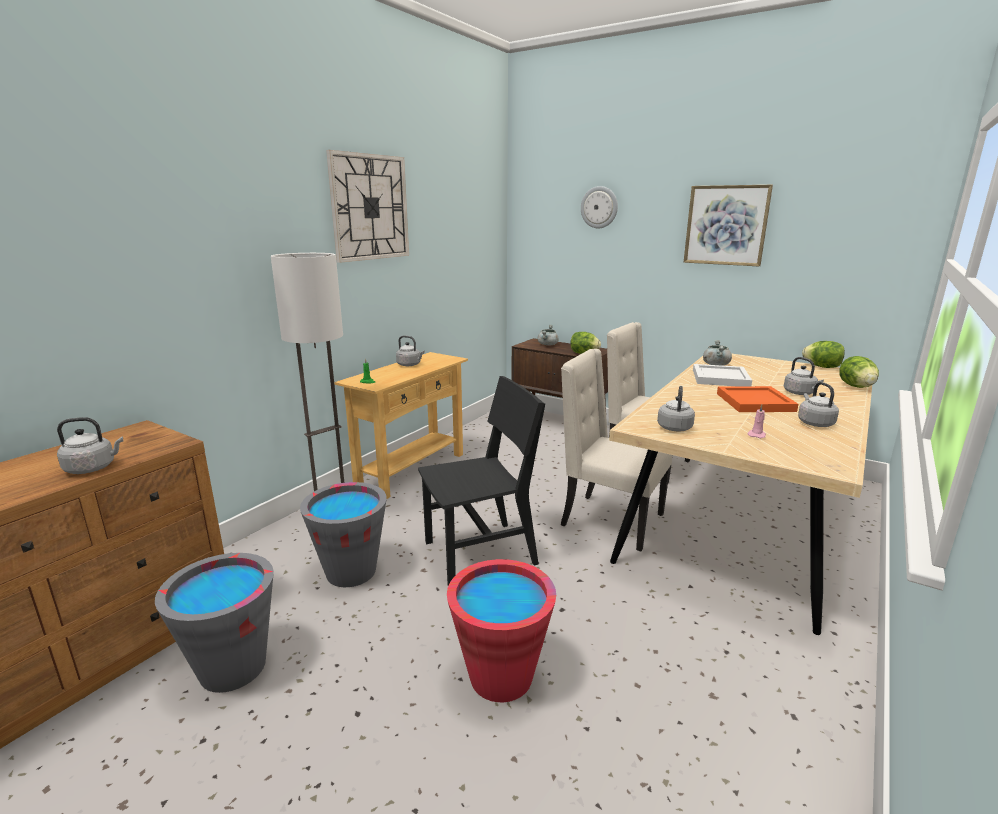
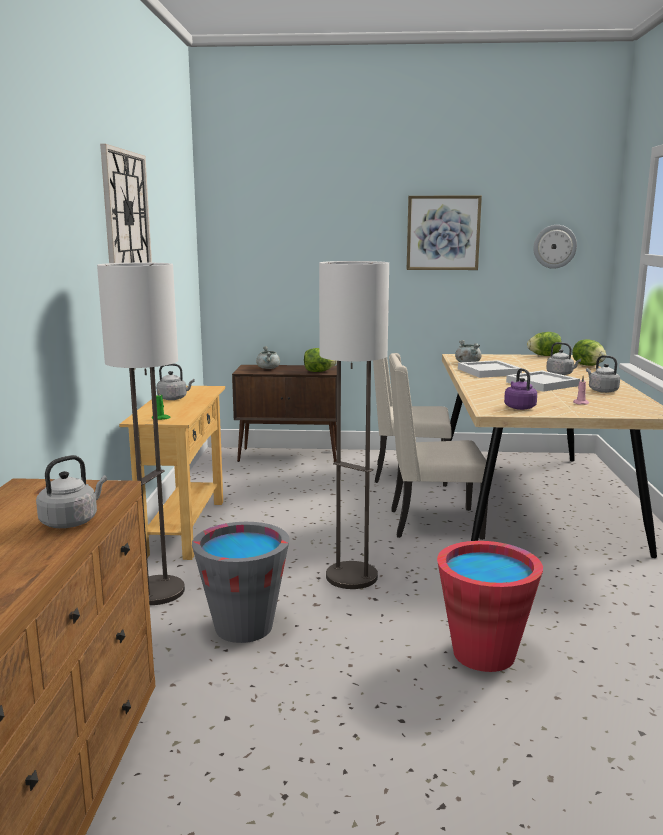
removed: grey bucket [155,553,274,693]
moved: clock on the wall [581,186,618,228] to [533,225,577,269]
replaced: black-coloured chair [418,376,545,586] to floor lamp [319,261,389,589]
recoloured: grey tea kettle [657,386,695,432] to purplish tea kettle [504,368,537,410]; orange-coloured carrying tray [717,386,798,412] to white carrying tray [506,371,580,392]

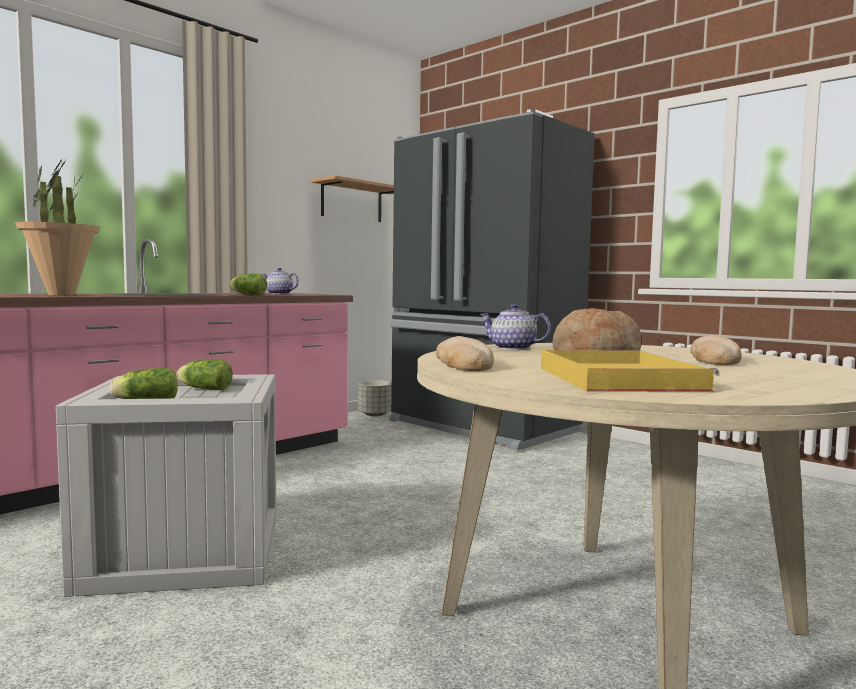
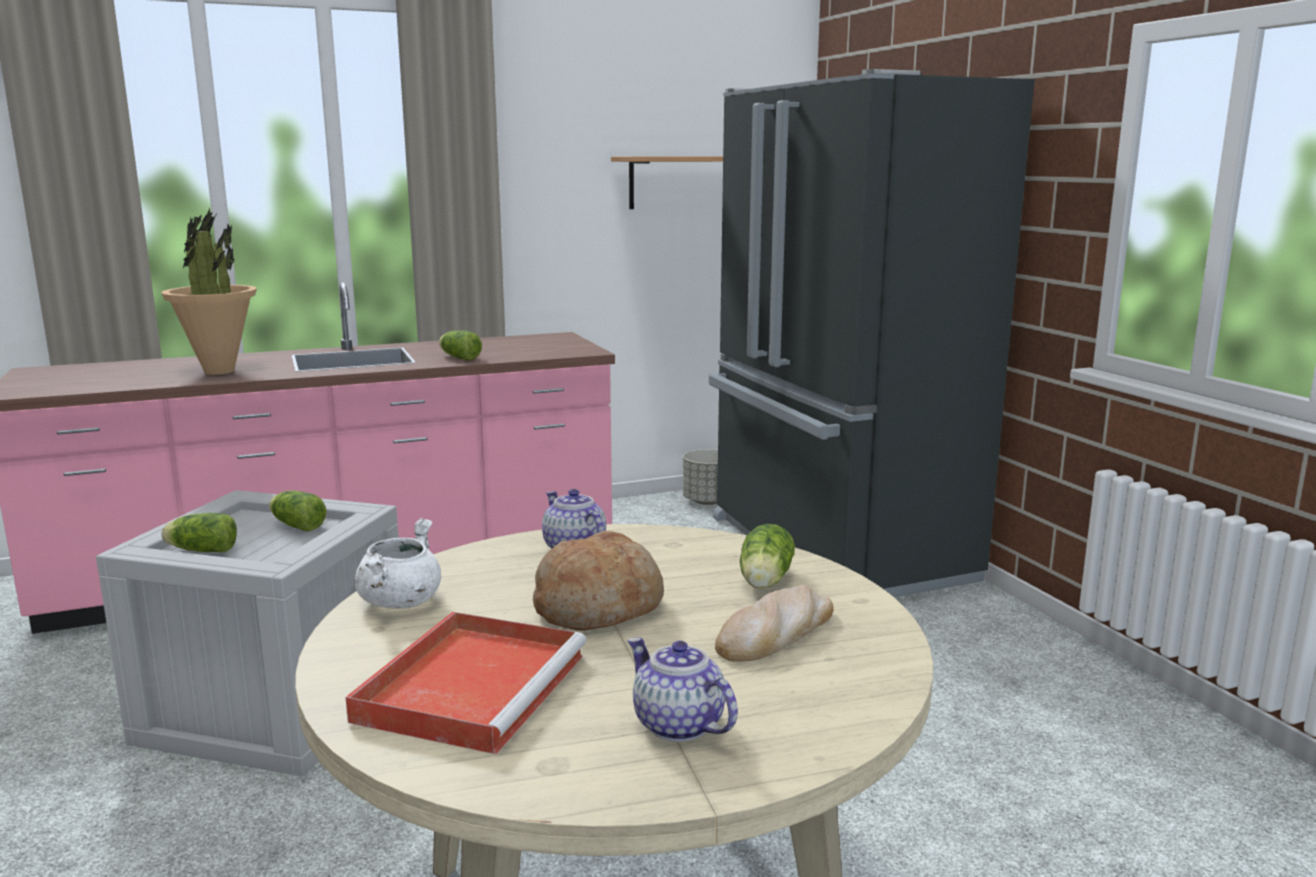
added: head of lettuce [740,524,795,589]
moved: teapot [261,268,299,294] to [628,637,738,742]
replaced: bakery bread [436,336,494,371] to white saucepot [355,518,441,609]
recoloured: yellow-coloured carrying tray [541,350,719,392] to red-coloured carrying tray [345,612,587,754]

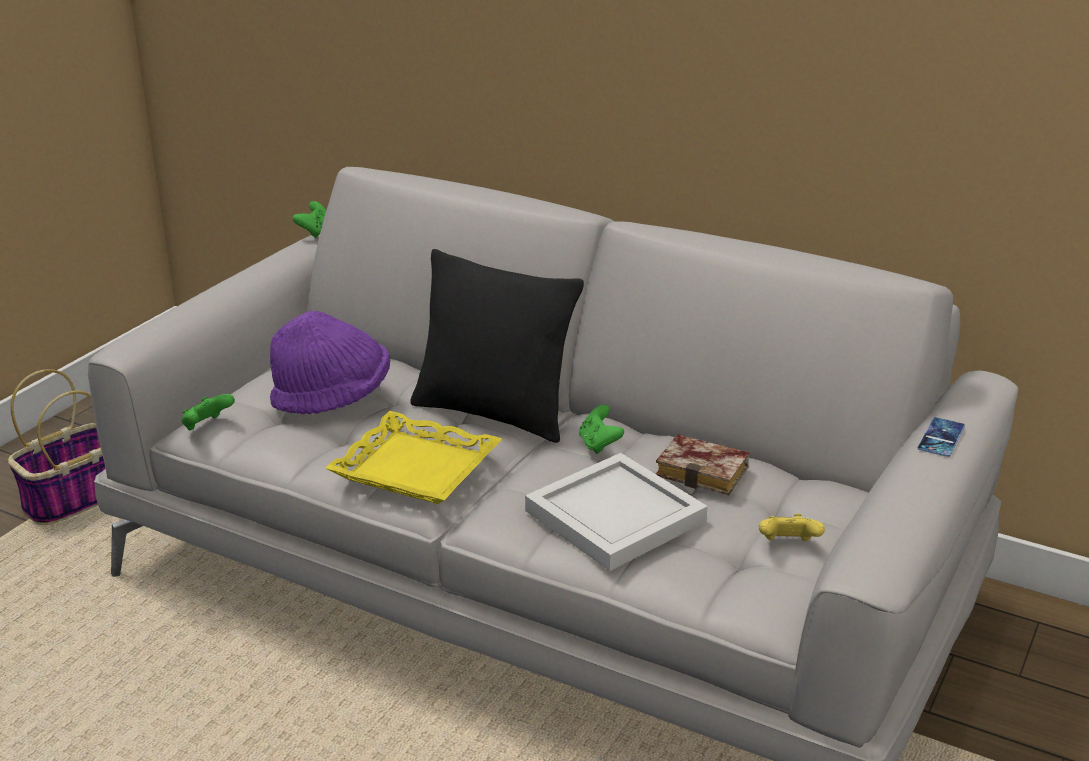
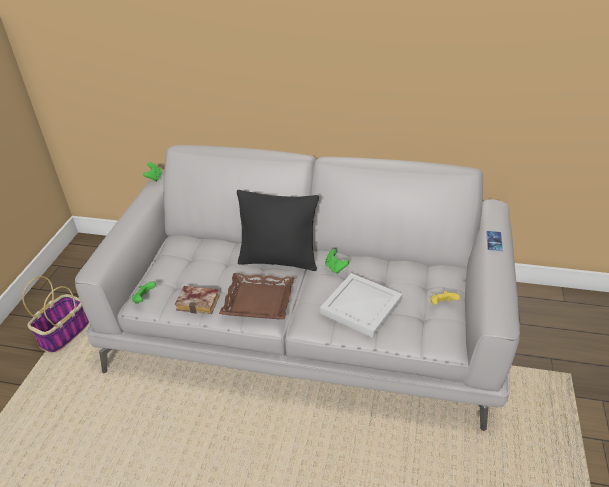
removed: purplish clothing hat [270,311,390,414]
moved: volume [656,434,749,495] to [175,286,220,314]
recoloured: yellow-coloured carrying tray [325,411,502,504] to brown carrying tray [219,273,295,319]

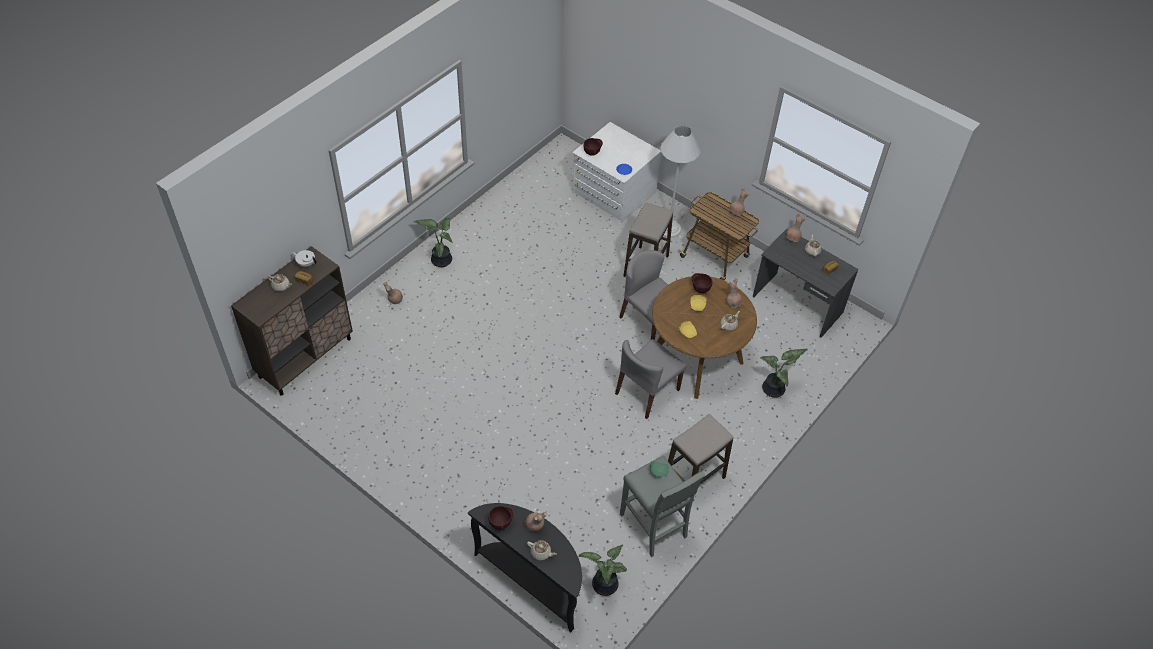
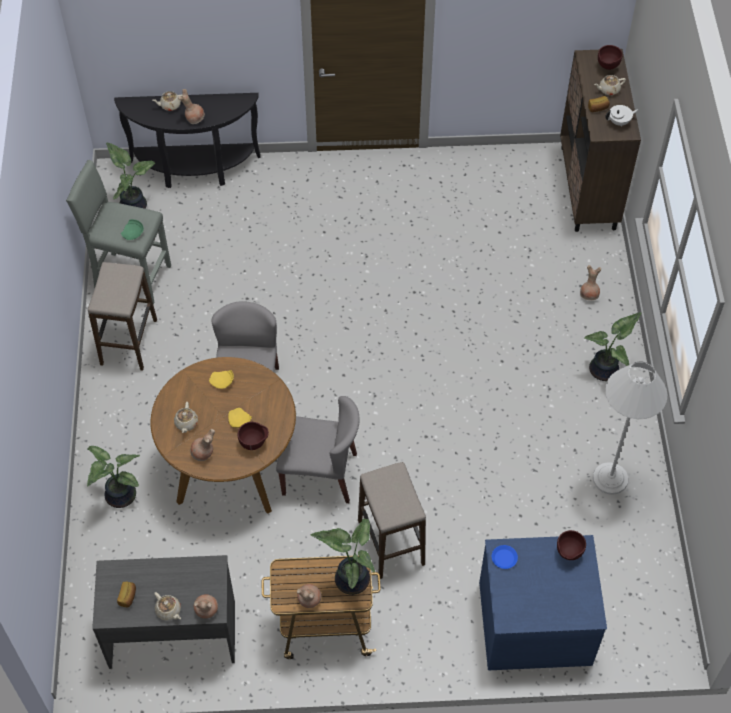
added: houseplant [311,518,375,595]
moved: brown bowl [488,506,514,530] to [598,45,622,70]; white floor lamp [661,126,700,237] to [593,361,667,494]
recoloured: white chest of drawers [572,122,661,223] to blue-coloured chest of drawers [479,535,607,670]

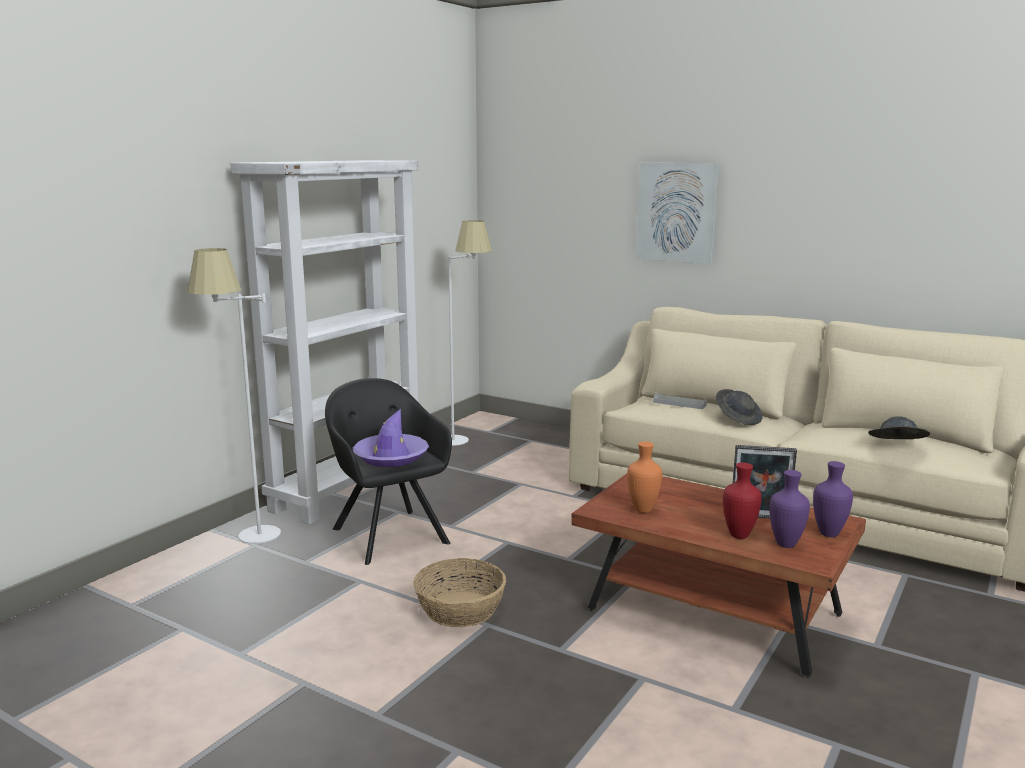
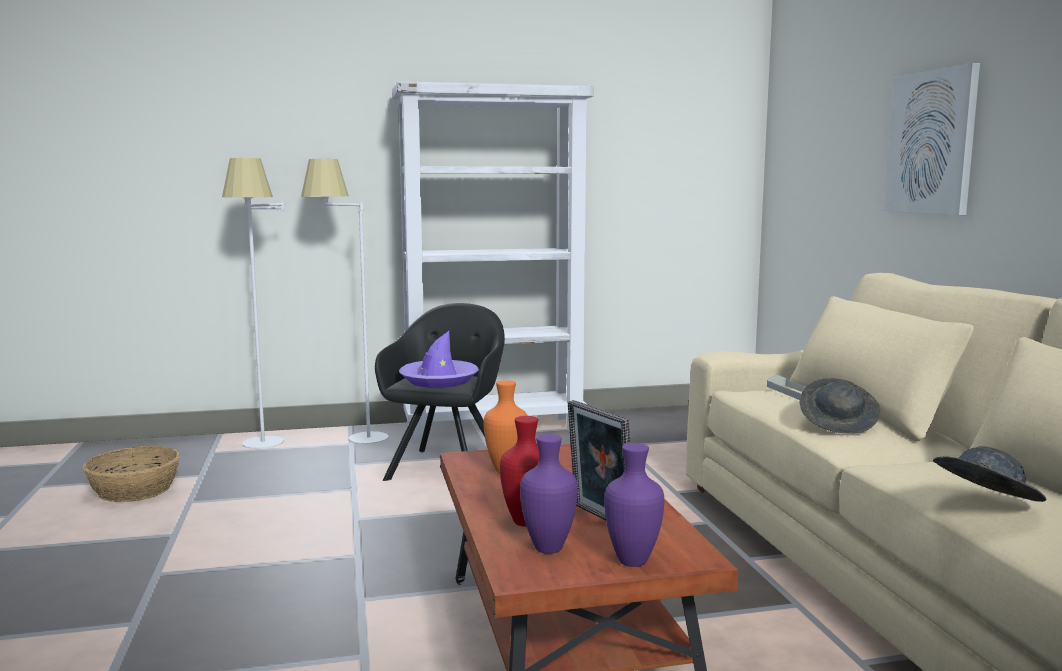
moved: storage basket [413,558,506,627] to [83,446,180,502]; white floor lamp [448,220,492,446] to [222,158,284,449]

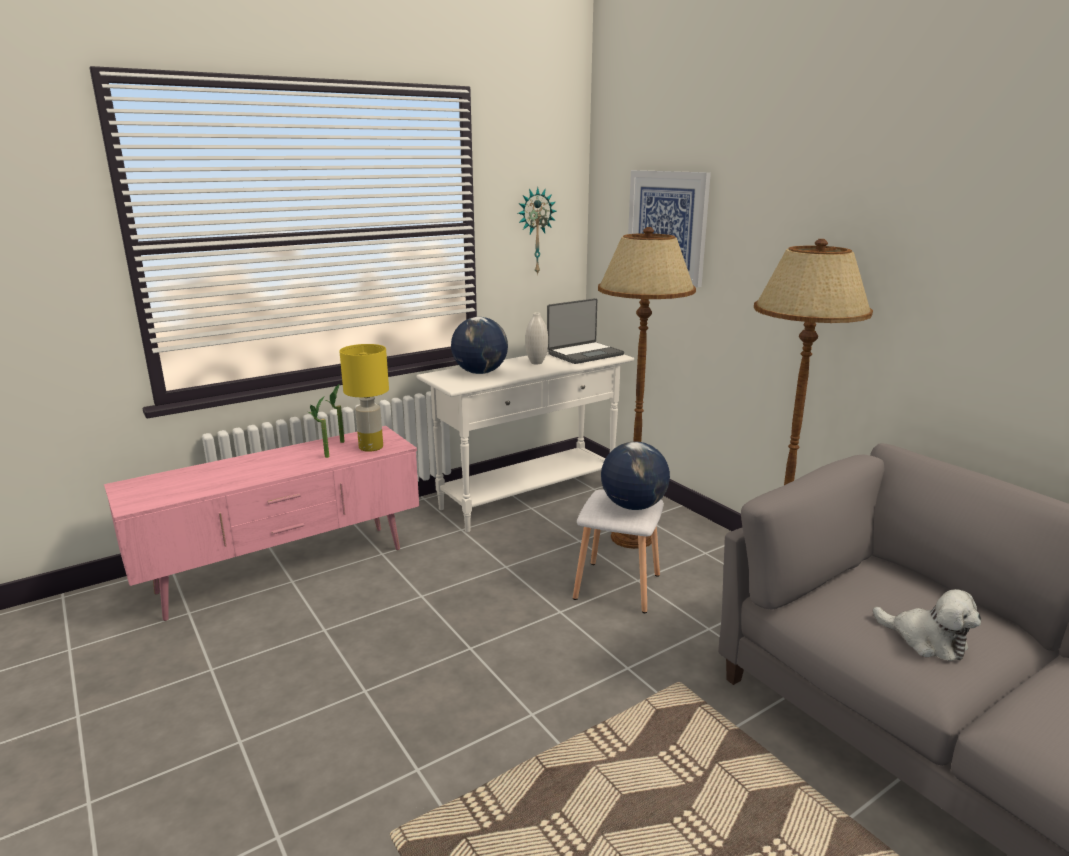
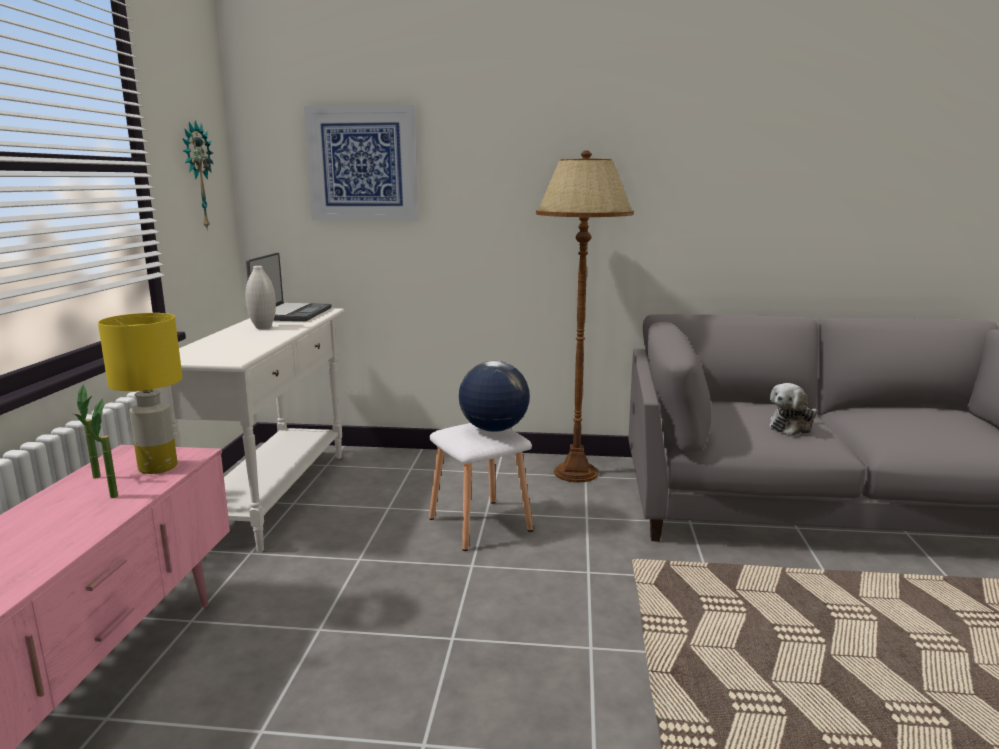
removed: globe [451,317,508,374]; brown floor lamp [598,227,696,549]
turned: soft toy [873,589,981,661] = [769,383,817,435] 150 degrees clockwise

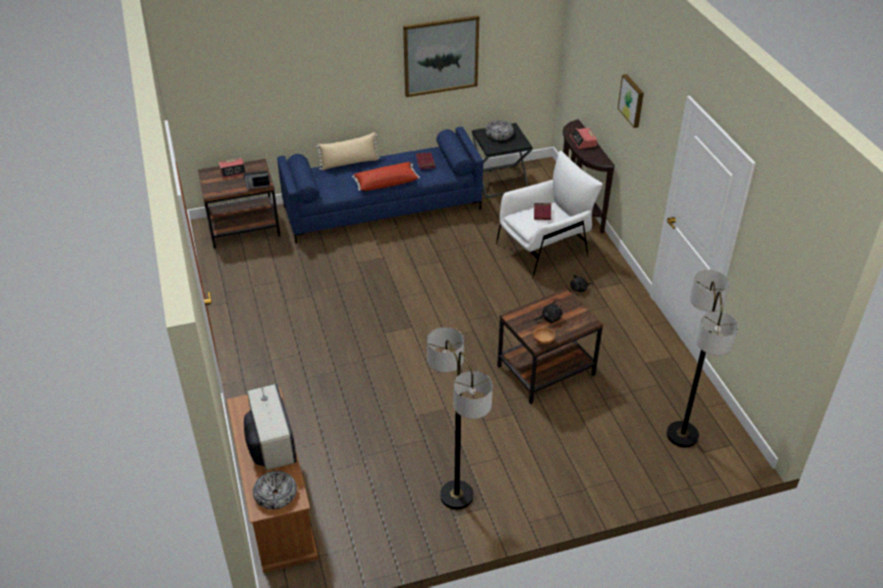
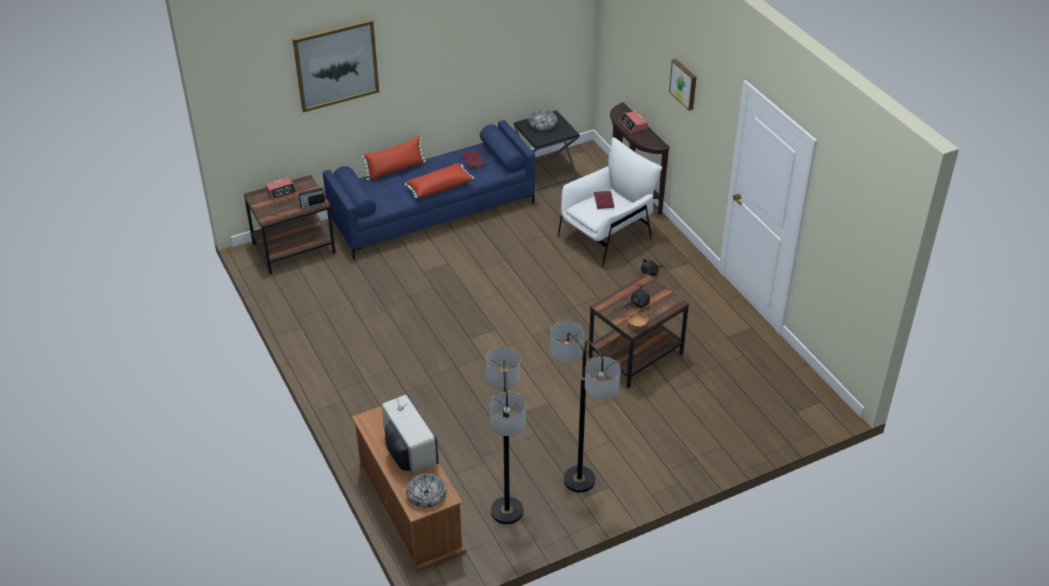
moved: picture [403,15,479,97] to [293,19,379,112]; floor lamp [667,270,738,447] to [485,347,526,524]
recoloured: beige-coloured pillow [316,132,380,170] to red-coloured pillow [362,136,426,180]

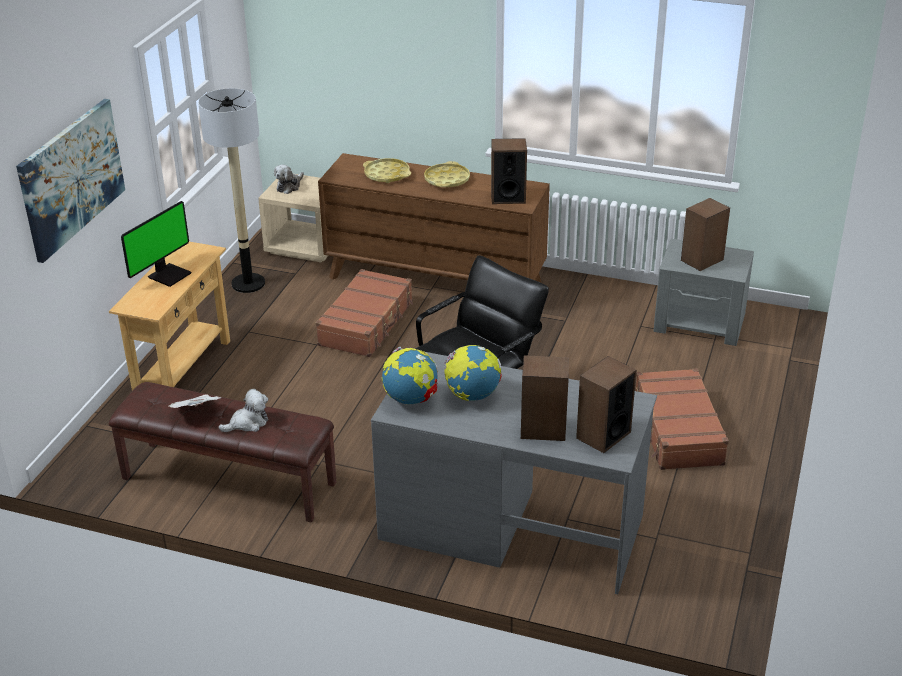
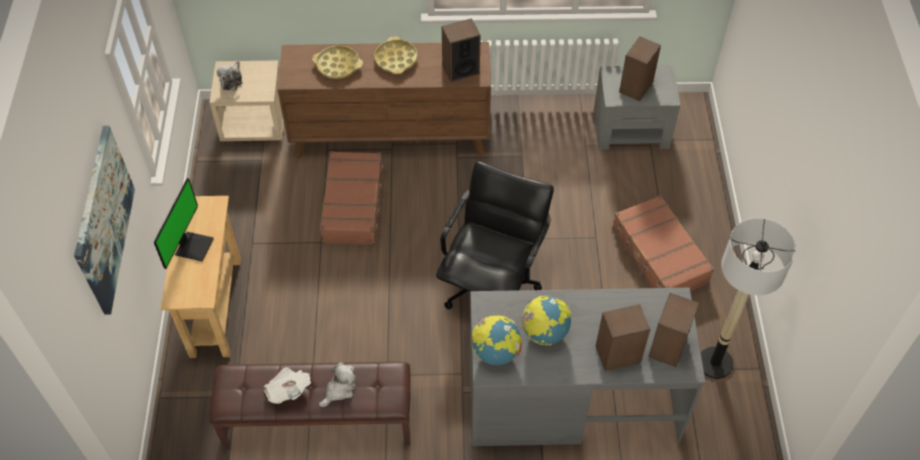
moved: floor lamp [198,88,265,293] to [701,218,796,379]

